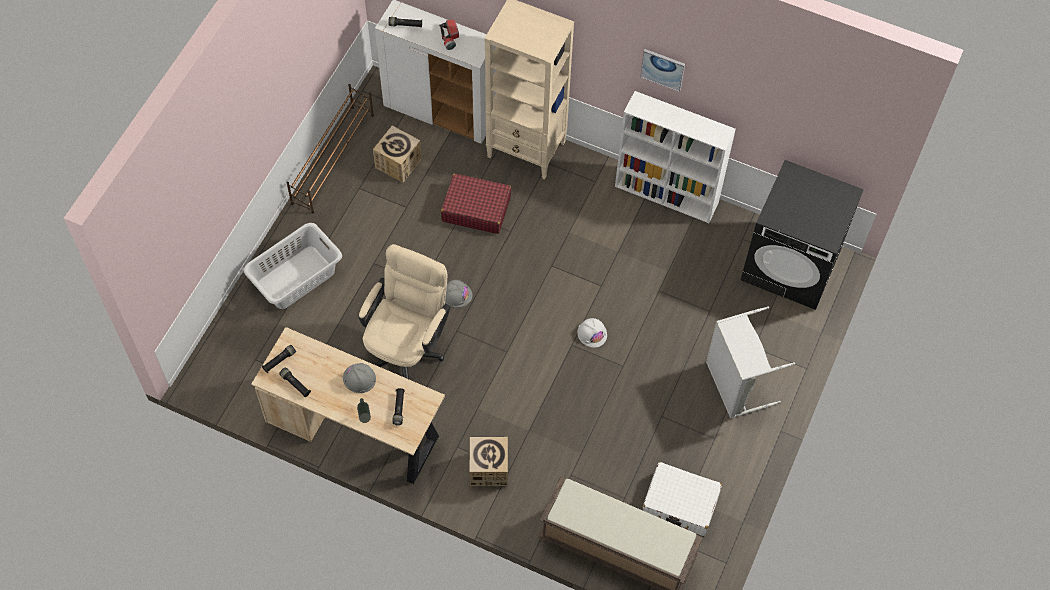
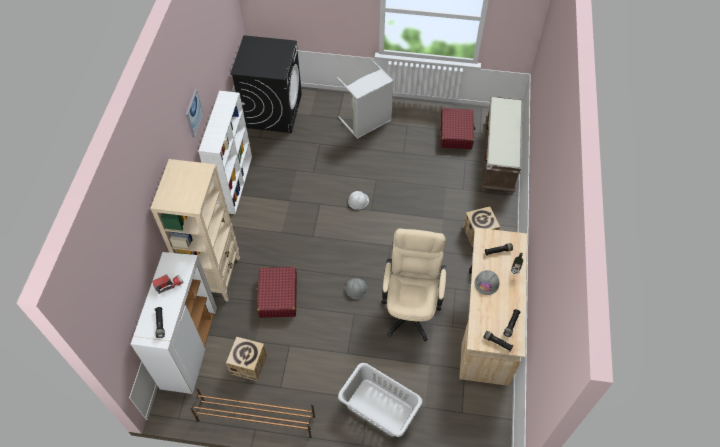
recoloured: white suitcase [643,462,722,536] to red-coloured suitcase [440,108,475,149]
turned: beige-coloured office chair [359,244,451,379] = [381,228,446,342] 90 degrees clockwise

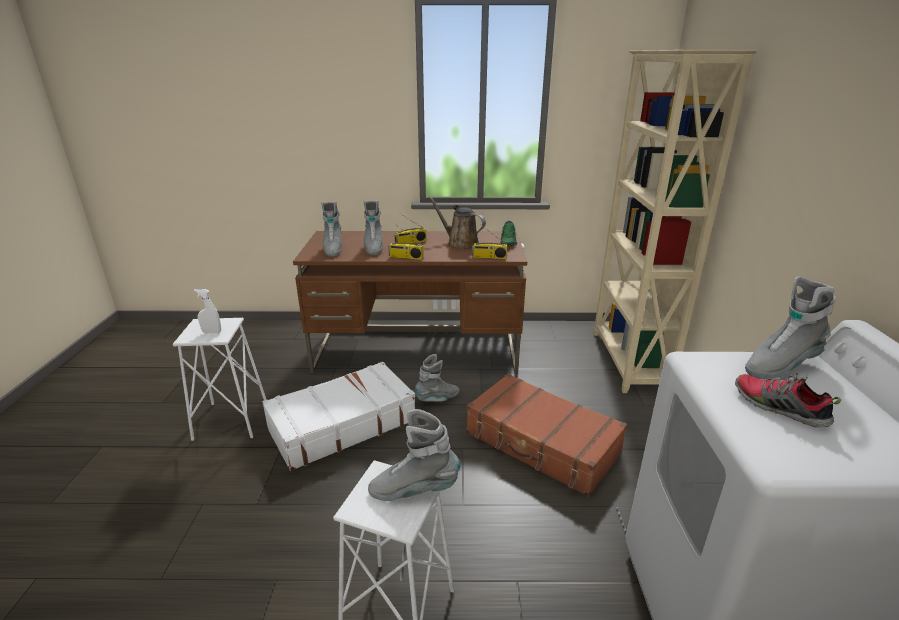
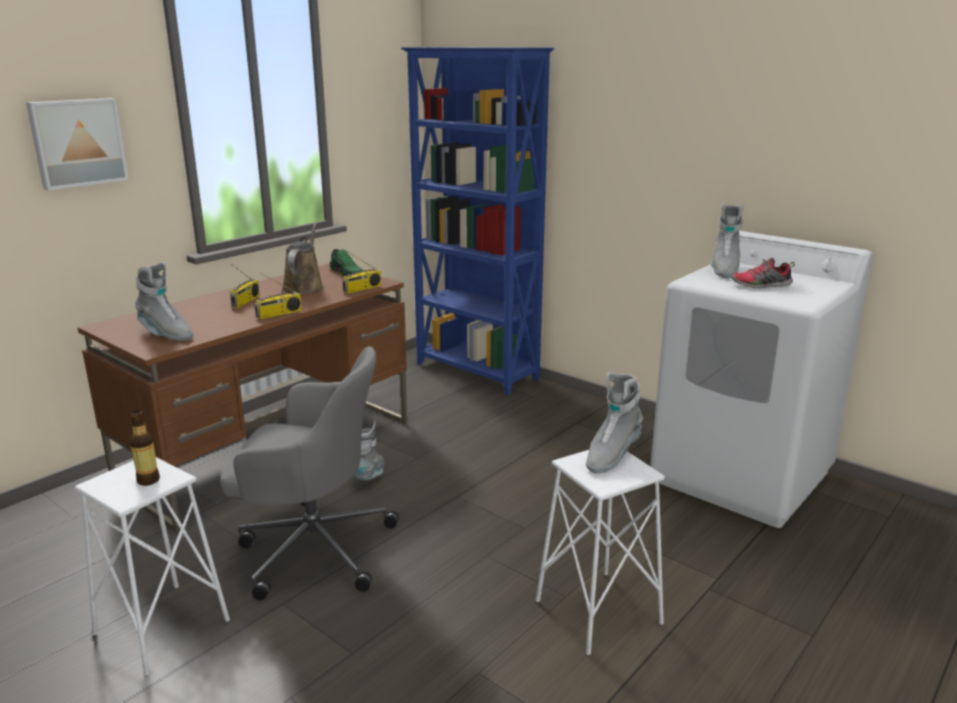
removed: grey tall boot [363,200,383,255]; brown suitcase [466,373,627,497]
added: picture [26,98,129,190]
replaced: white hand sprayer [194,289,221,333] to beverage bottle [130,410,160,486]; white suitcase [262,362,415,471] to grey office chair [220,346,399,600]
recoloured: beige-coloured bookcase [594,50,757,393] to blue-coloured bookcase [401,47,554,395]
turned: brown watering pot [428,196,486,250] = [281,223,324,295] 105 degrees clockwise

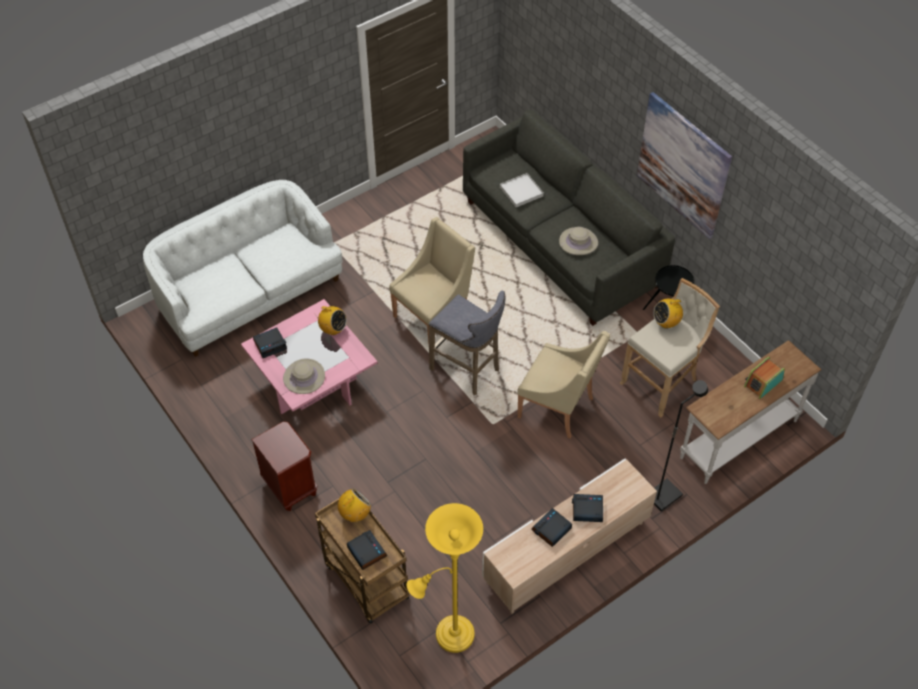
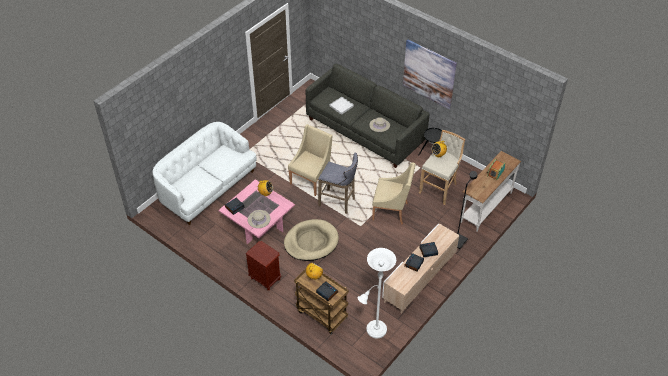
added: beige-coloured dog bed [284,219,339,261]
recoloured: yellow-coloured floor lamp [406,503,483,653] to white floor lamp [357,248,396,339]

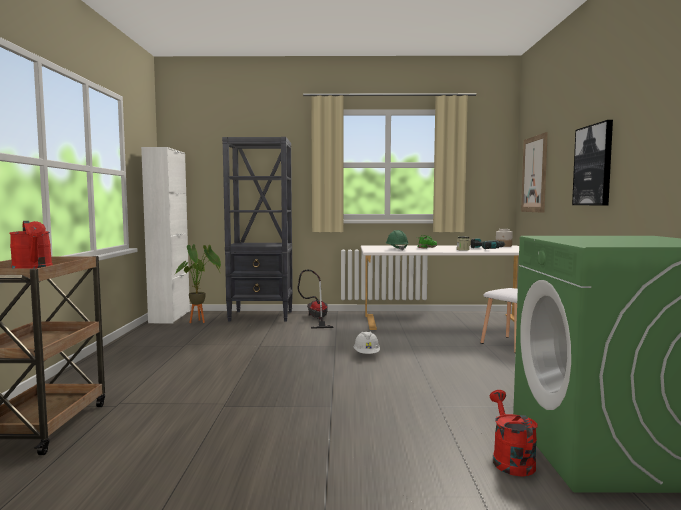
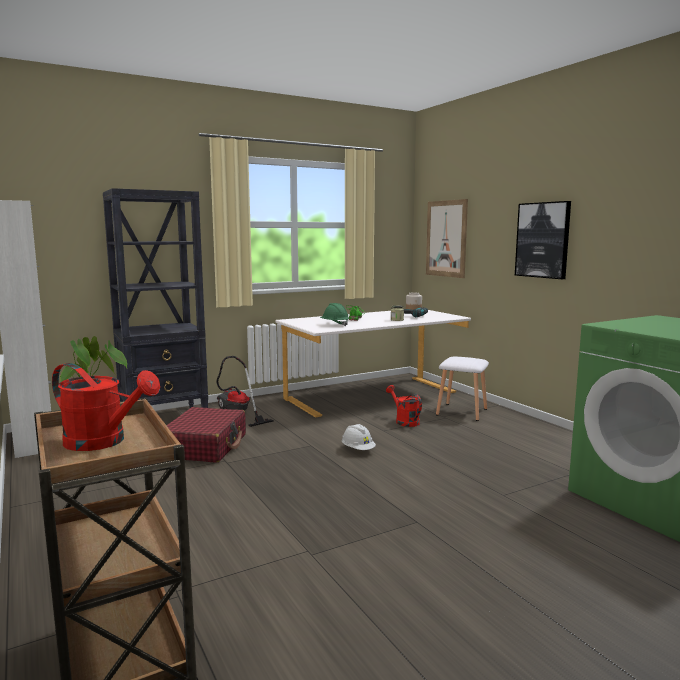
added: red-coloured suitcase [167,407,246,463]
moved: red-coloured watering pot [490,390,538,476] to [386,385,422,427]

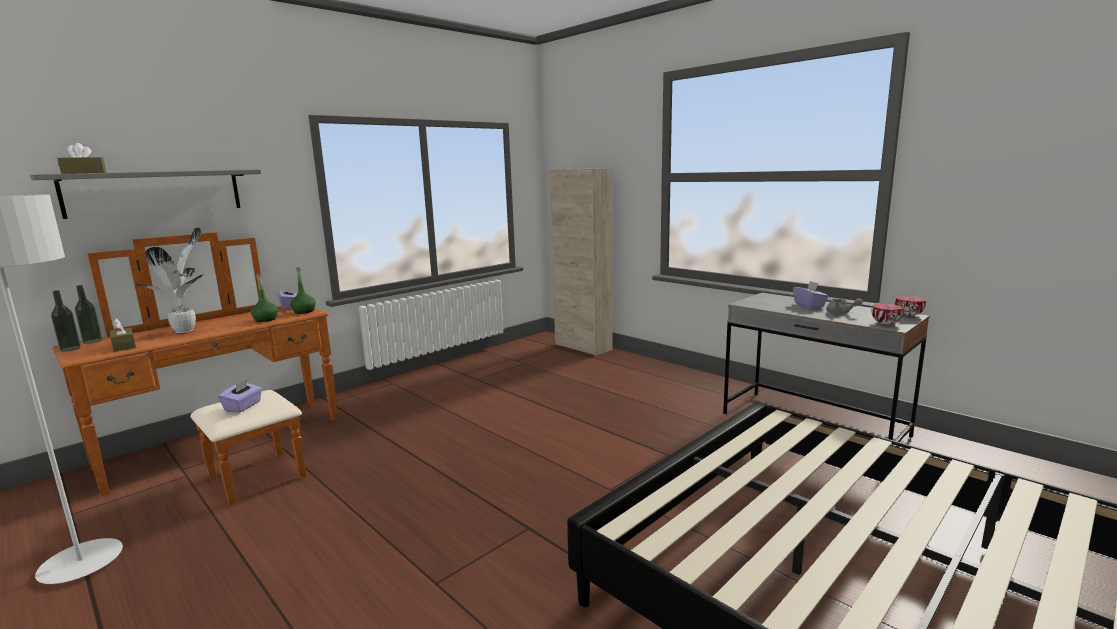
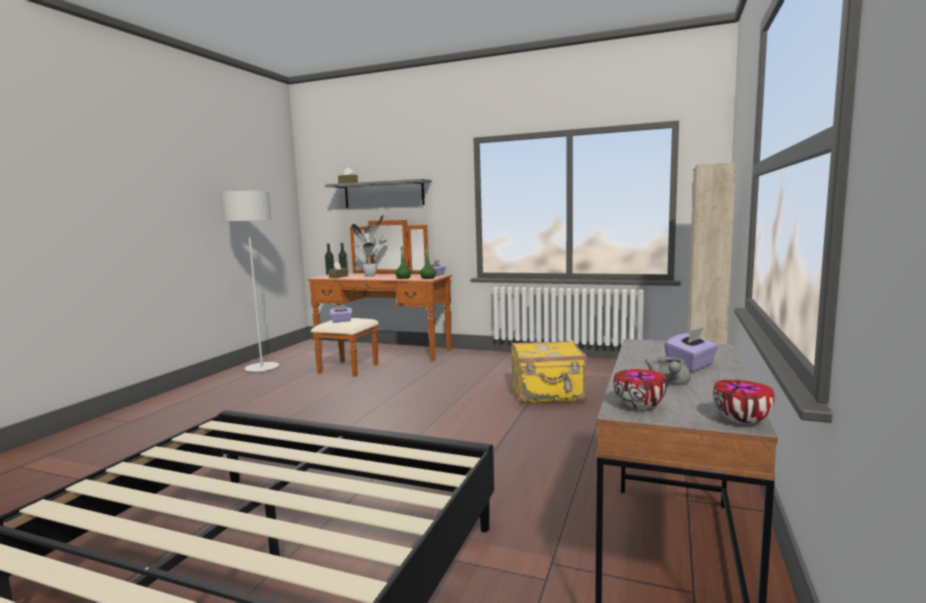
added: yellow-coloured suitcase [511,340,587,403]

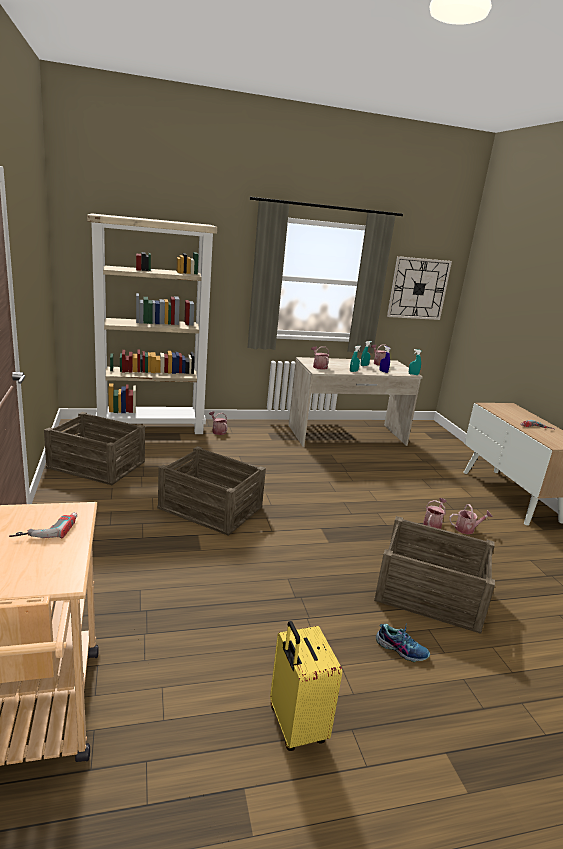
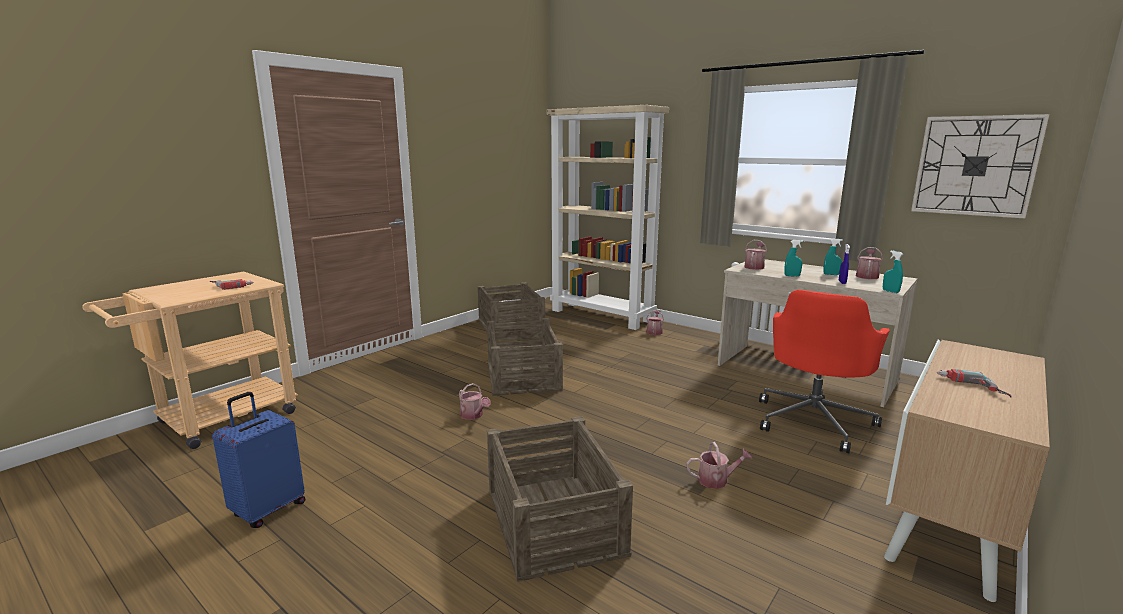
removed: shoe [376,623,430,662]
added: red-coloured office chair [759,290,890,453]
moved: watering pot [449,504,493,534] to [459,383,491,420]
recoloured: yellow-coloured suitcase [270,621,342,751] to blue-coloured suitcase [212,392,305,528]

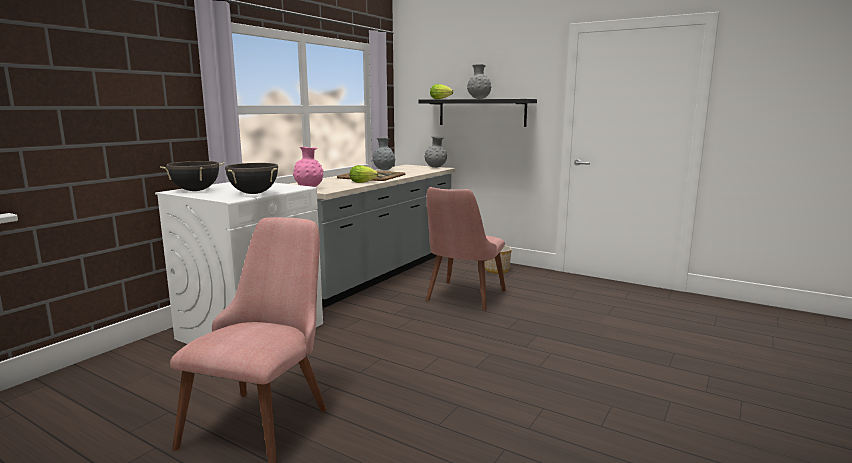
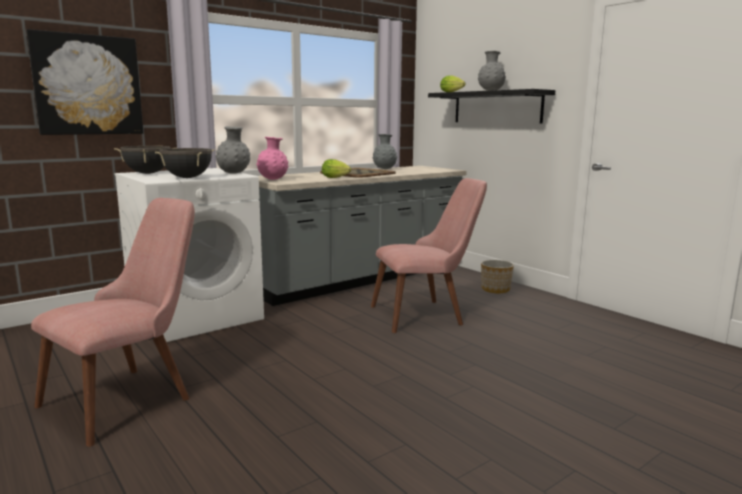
added: picture [26,29,144,135]
moved: grey flower vase [424,136,447,168] to [216,126,250,174]
turned: pink chair [426,187,506,311] = [371,178,487,333] 150 degrees counterclockwise

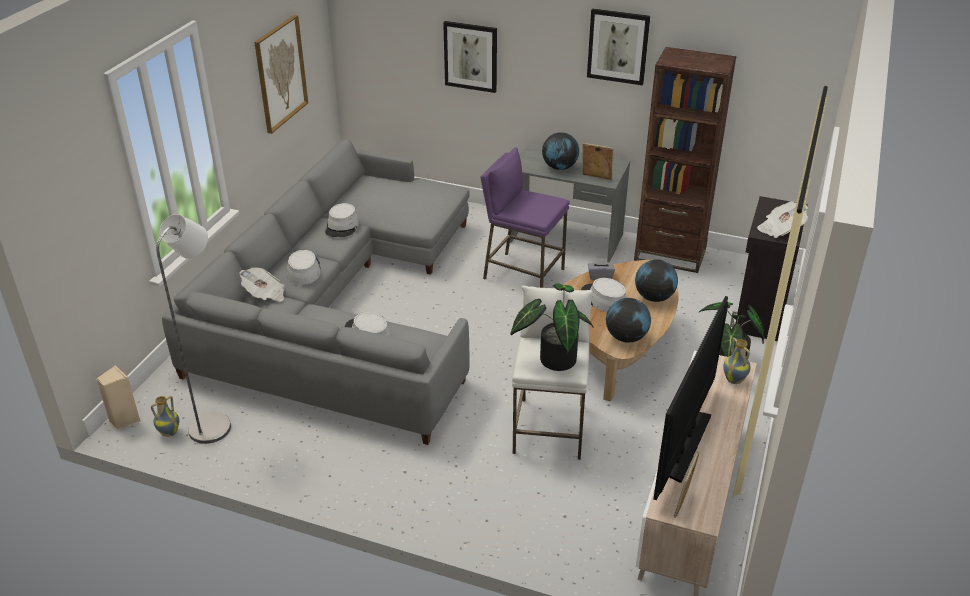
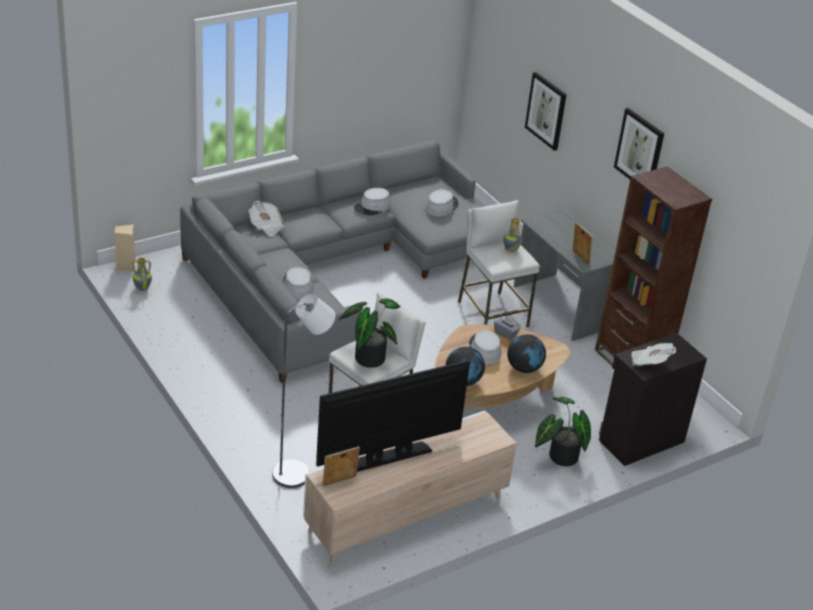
removed: picture [254,15,308,134]; globe [542,132,579,170]
moved: grey floor lamp [156,214,231,444] to [272,294,335,488]; grey clothing hat [287,250,321,285] to [425,189,458,217]; flower vase [723,338,751,384] to [503,217,522,252]
recoloured: purplish stool seat [481,147,570,288] to white stool seat [458,200,540,327]

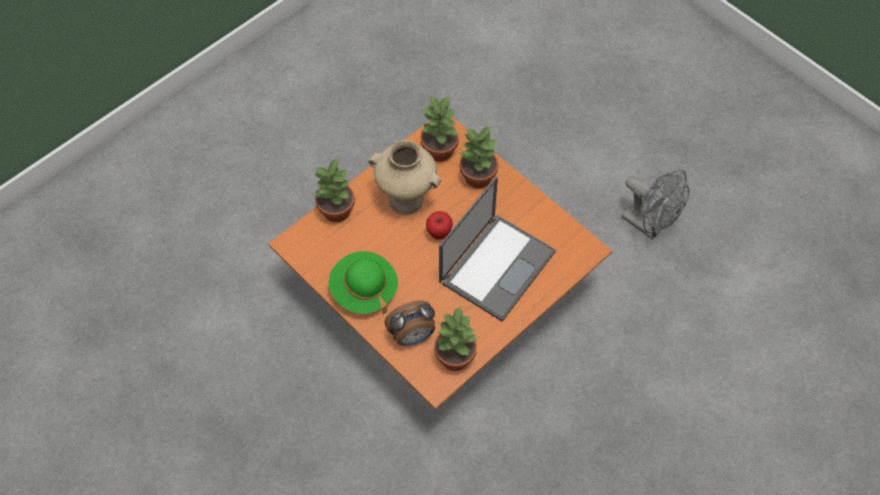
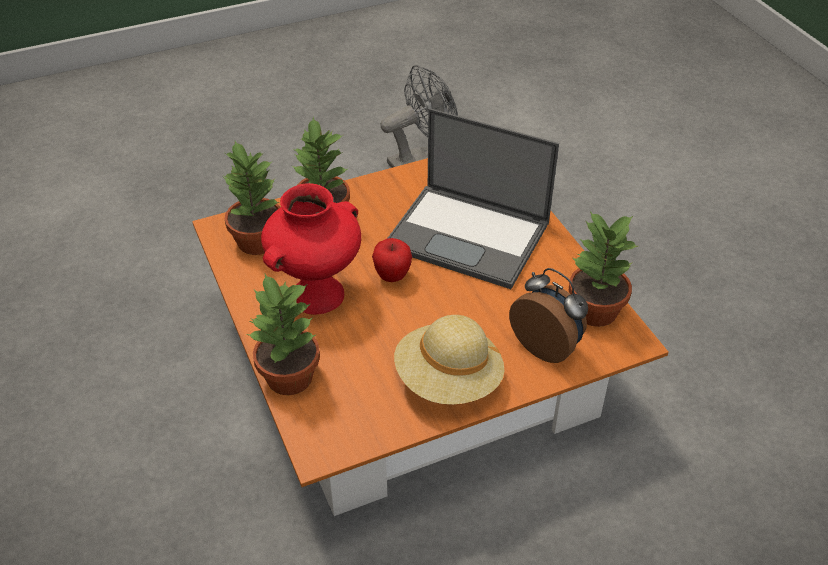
recoloured: green clothing hat [328,251,398,314] to beige-coloured clothing hat [394,315,504,405]; beige-coloured flower vase [368,140,441,215] to red-coloured flower vase [261,183,361,315]
turned: table clock [384,301,435,346] = [509,268,588,363] 45 degrees counterclockwise; portable computer [439,176,556,322] = [387,108,559,289] 150 degrees clockwise

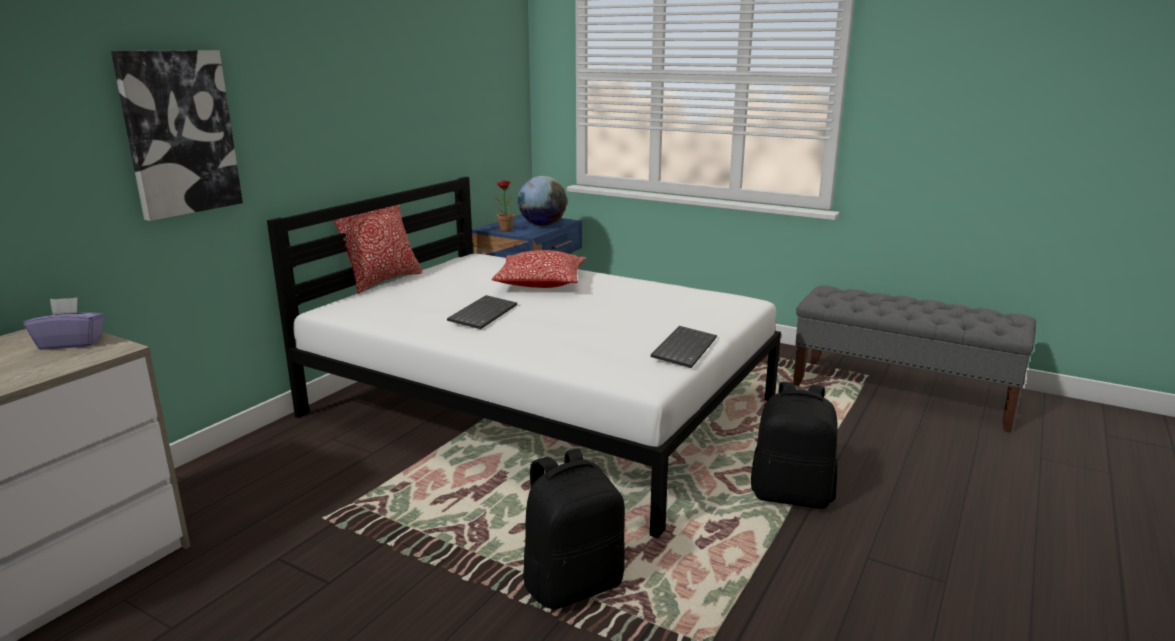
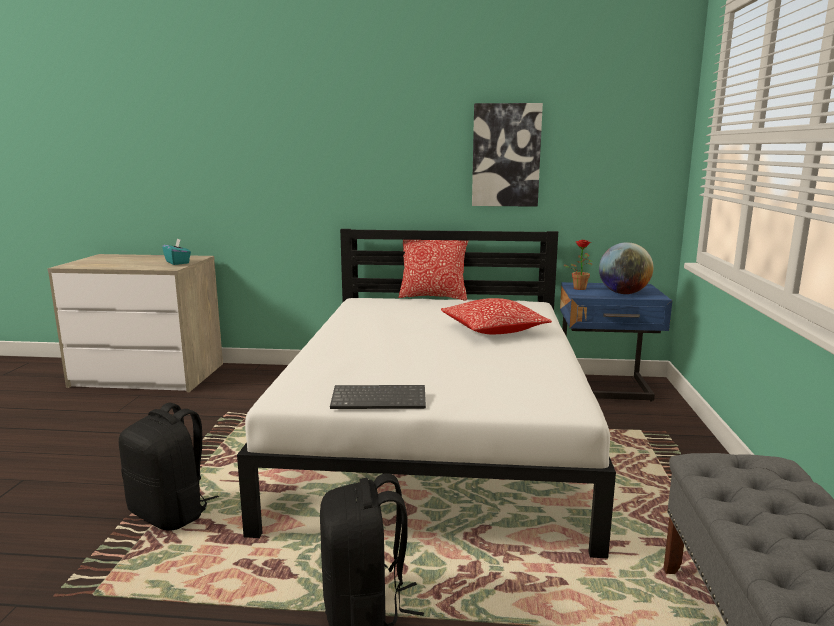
removed: keyboard [447,295,517,329]
moved: picture [111,50,243,221] to [472,103,543,207]
recoloured: purplish box of tissues [24,297,104,350] to turquoise box of tissues [162,238,191,265]

